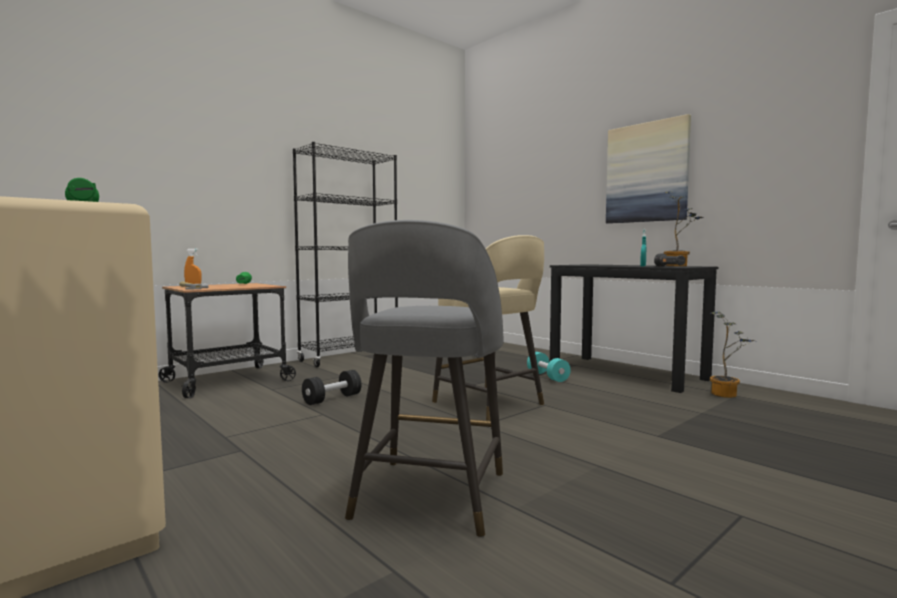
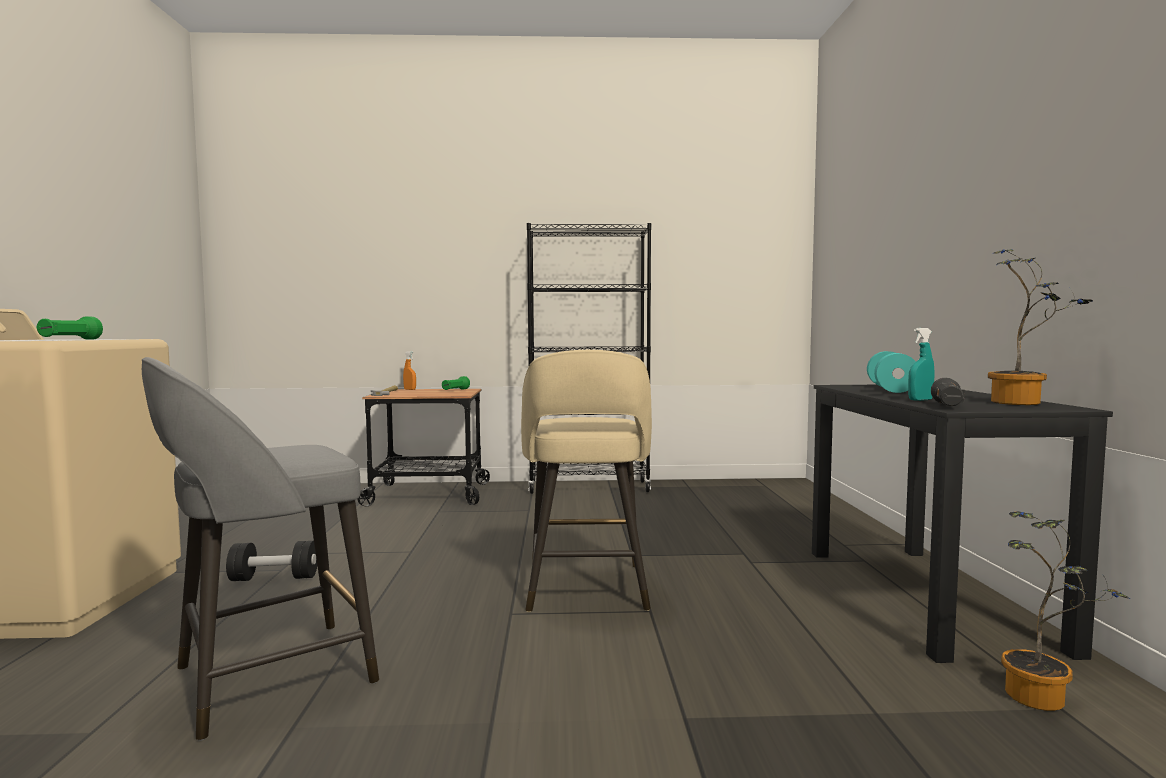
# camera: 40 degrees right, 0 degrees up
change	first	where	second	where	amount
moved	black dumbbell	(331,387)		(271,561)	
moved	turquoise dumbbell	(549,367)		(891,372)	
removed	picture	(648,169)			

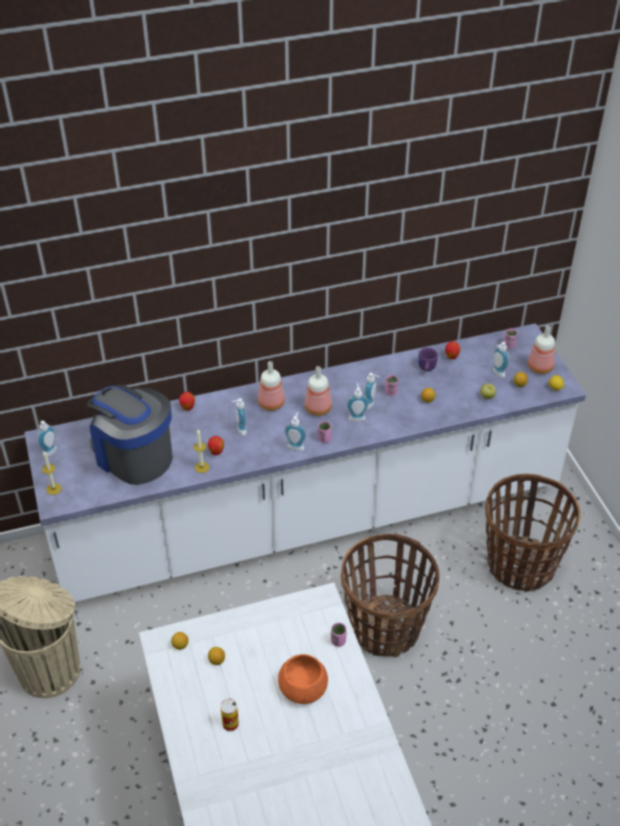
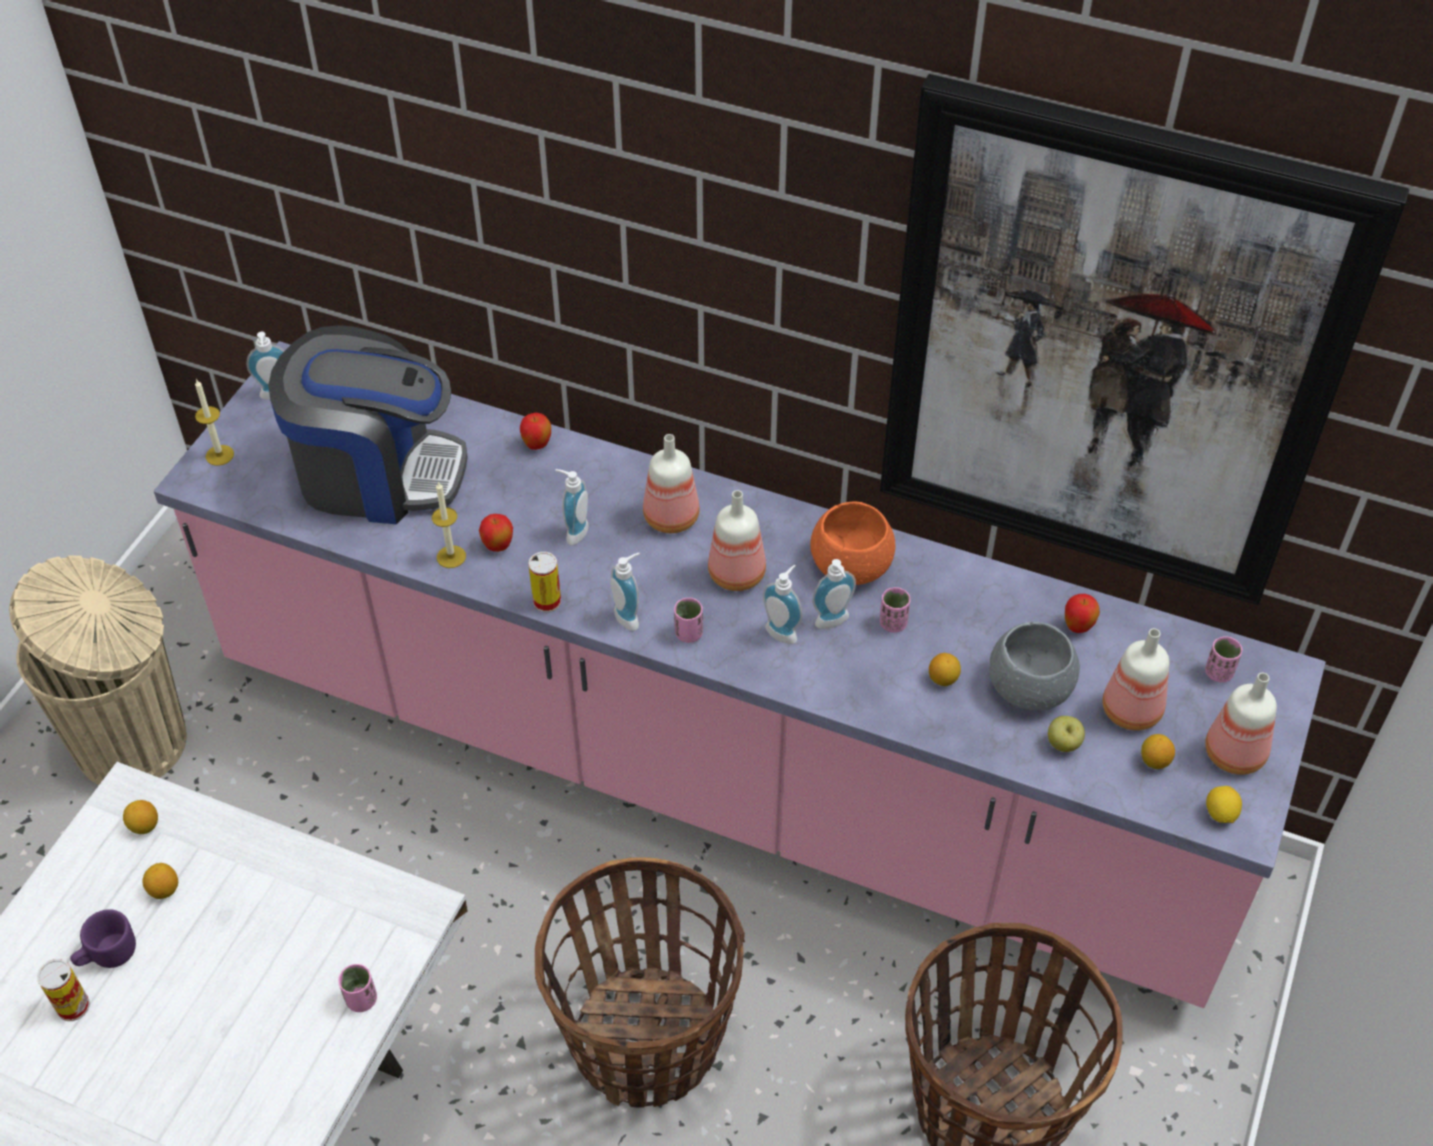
# camera: 40 degrees right, 5 degrees up
change	first	where	second	where	amount
moved	purple mug	(428,359)		(103,938)	
recoloured	white counter	(305,462)	pink counter	(740,674)	
turned	coffee machine	(130,435)		(367,424)	105 degrees clockwise
added			can	(544,582)	
moved	orange bowl	(303,679)		(852,543)	
added			picture	(1144,339)	
added			grey bowl	(1034,666)	
replaced	soap dispenser	(500,360)	bottle	(1135,679)	

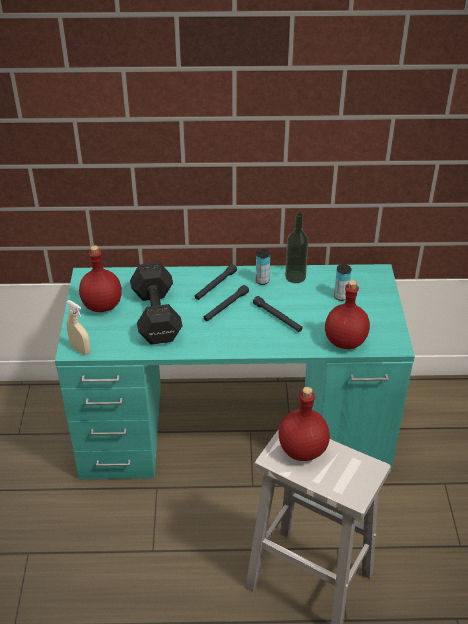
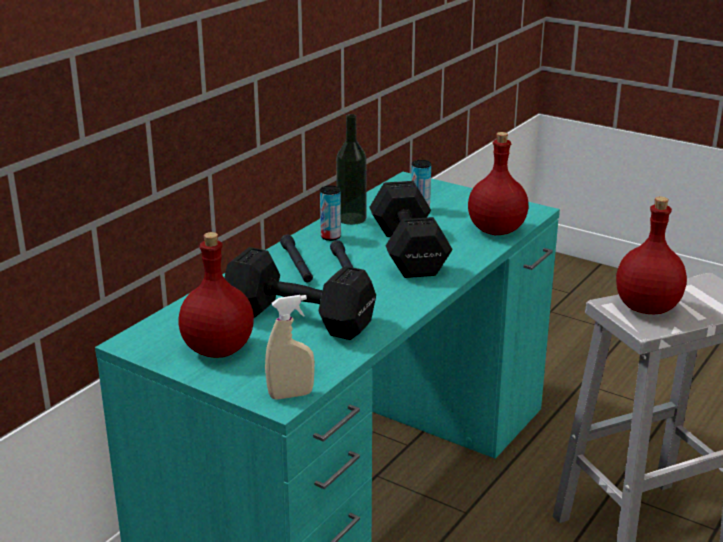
# camera: 55 degrees left, 15 degrees down
change	first	where	second	where	amount
replaced	black flashlight	(277,314)	black dumbbell	(410,229)	

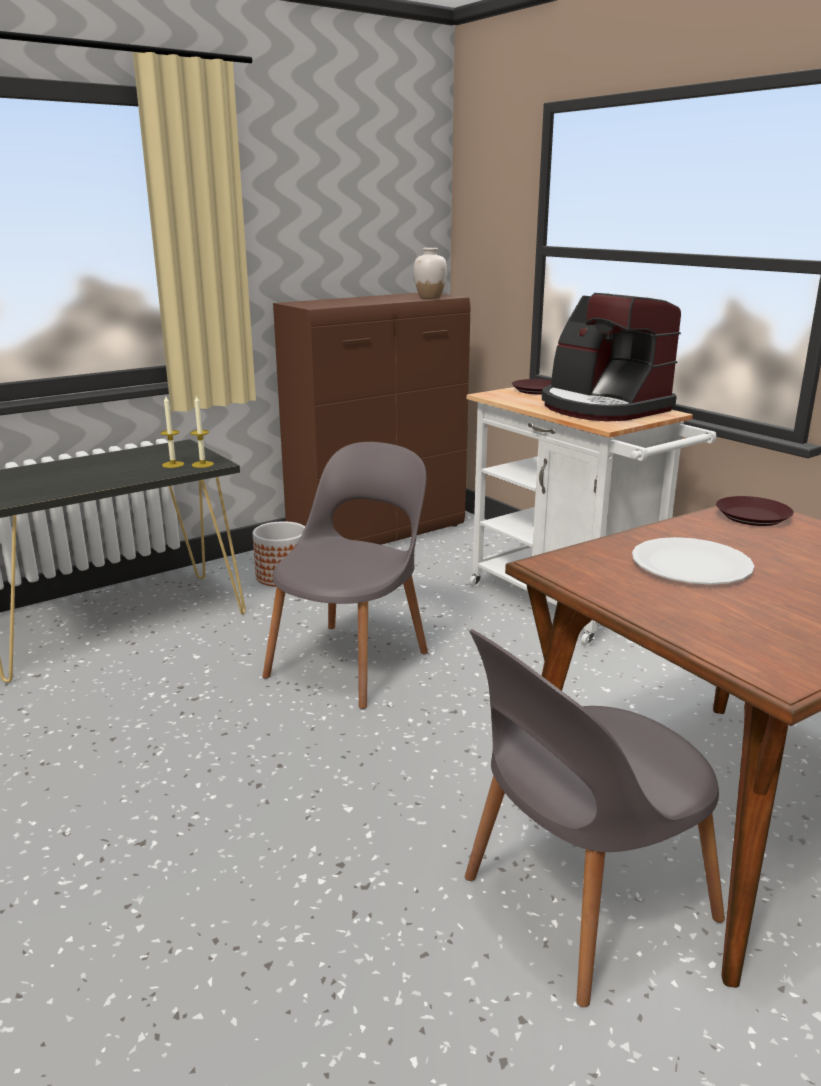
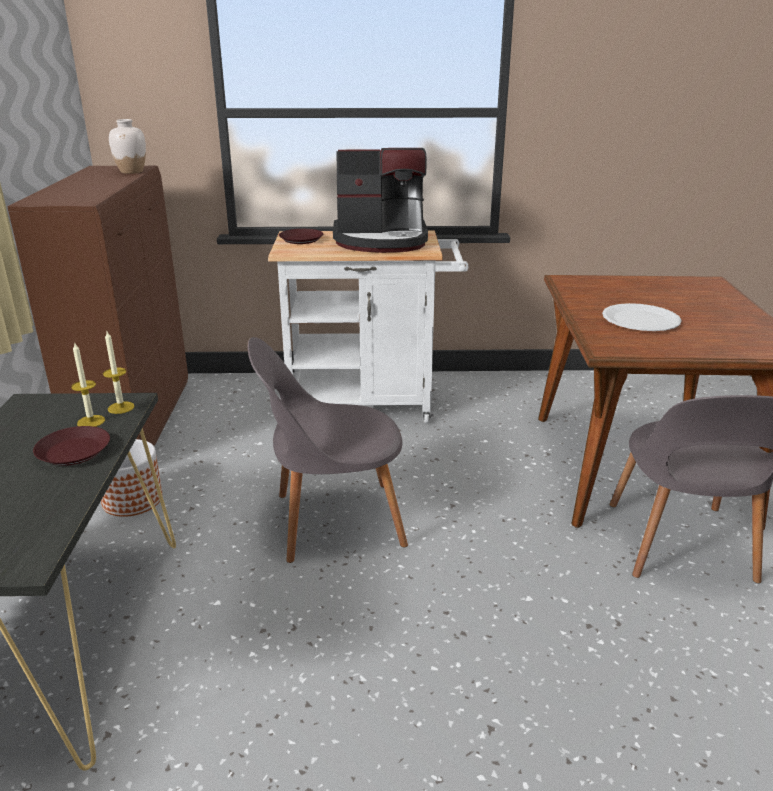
# camera: 55 degrees left, 5 degrees up
change	first	where	second	where	amount
moved	brown plate	(755,511)		(71,446)	
turned	grey chair	(345,575)		(328,450)	75 degrees counterclockwise

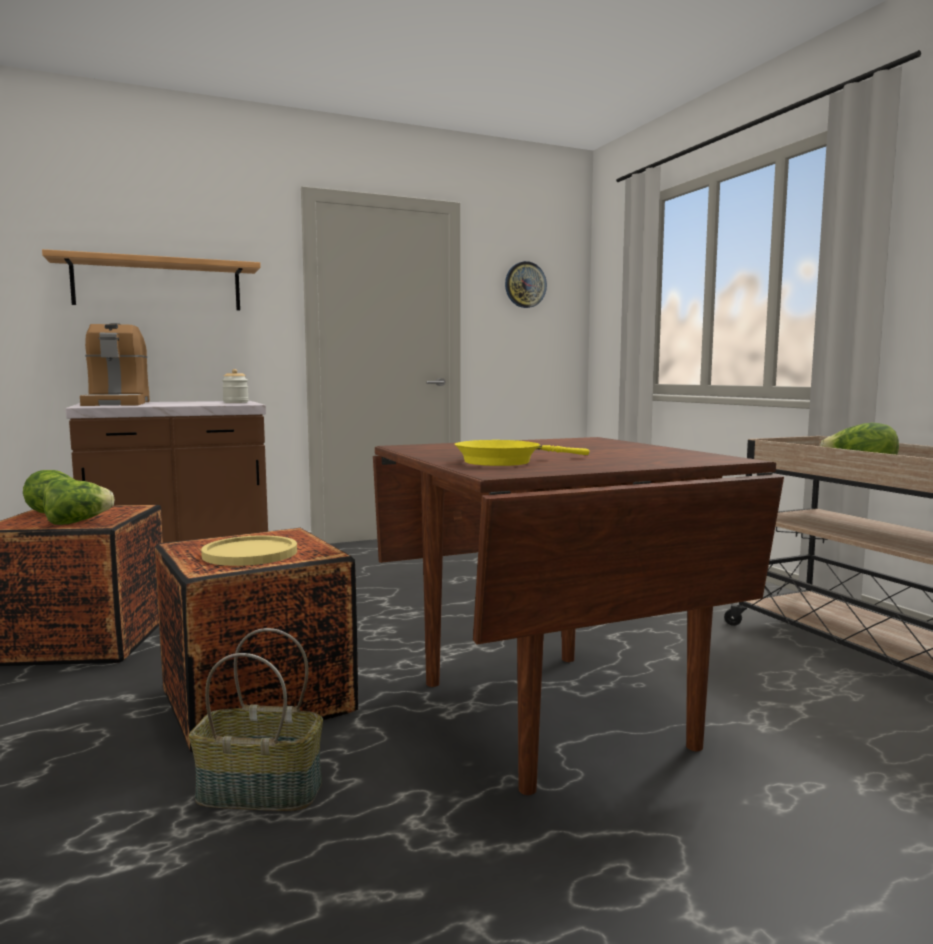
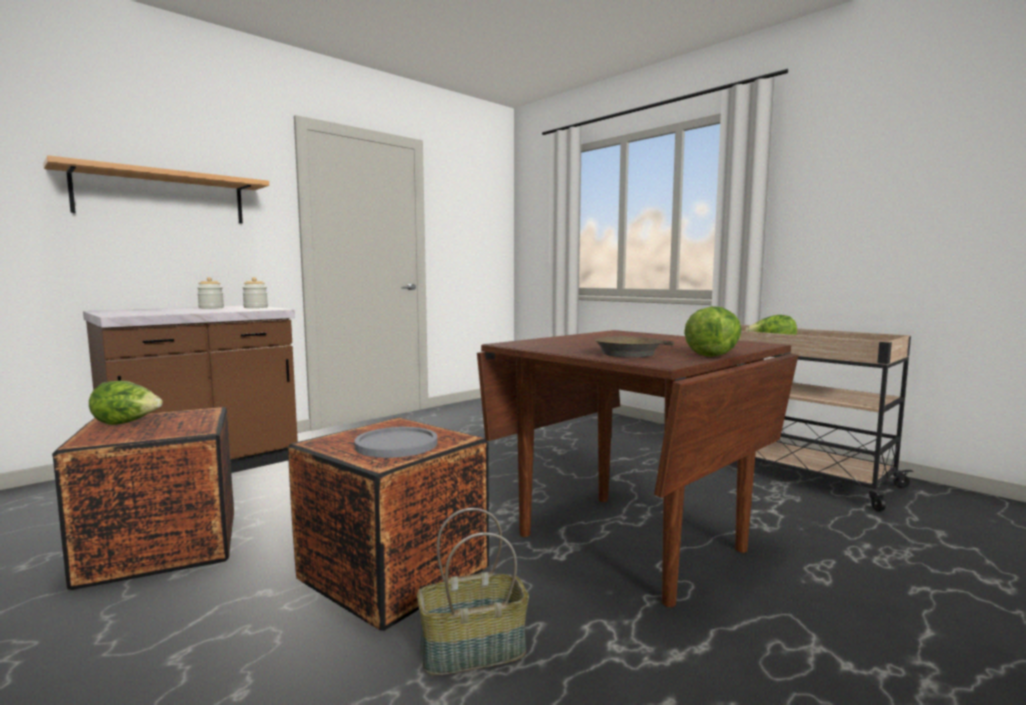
# camera: 20 degrees left, 0 degrees up
change	first	where	second	where	amount
added			jar	(210,293)	
recoloured	yellow plate	(249,550)	grey plate	(396,442)	
recoloured	yellow frying pan	(521,453)	brown frying pan	(634,347)	
moved	lettuce	(78,502)		(713,331)	
removed	coffee machine	(115,364)			
removed	wall clock	(526,284)			

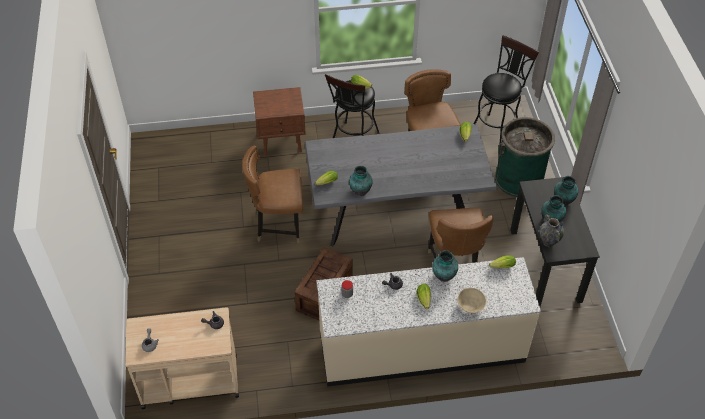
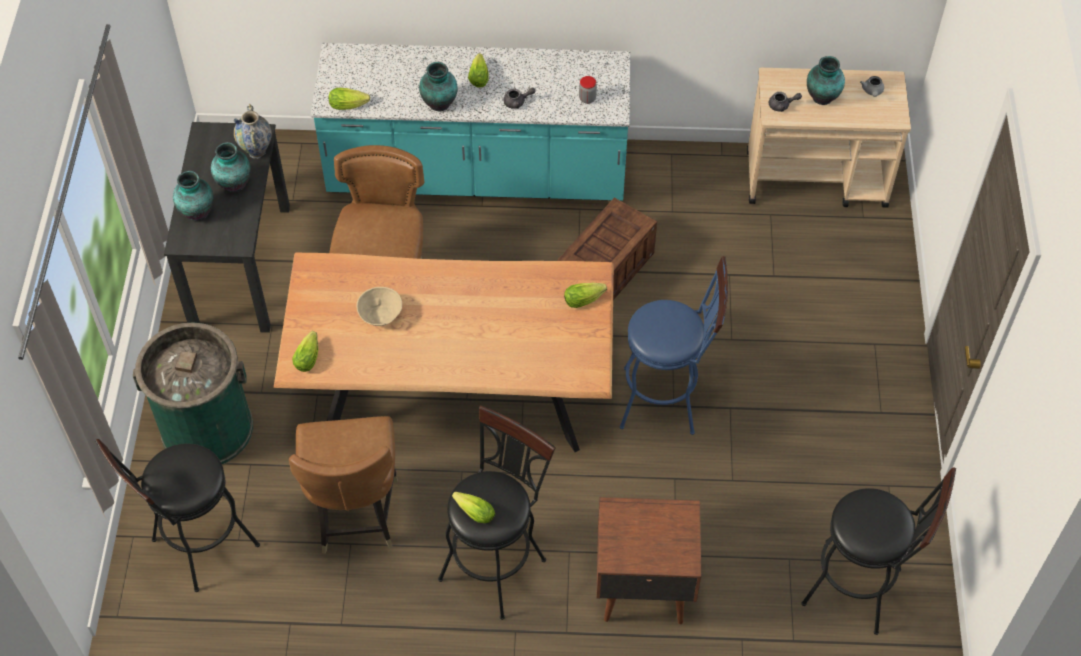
# camera: 170 degrees left, 5 degrees up
change	first	where	second	where	amount
recoloured	grey dining table	(401,185)	brown dining table	(444,352)	
recoloured	beige counter	(428,322)	turquoise counter	(470,122)	
moved	beige bowl	(472,300)		(379,306)	
replaced	brown chair	(272,194)	blue stool	(674,345)	
added			black stool	(878,551)	
moved	vase	(361,181)		(826,80)	

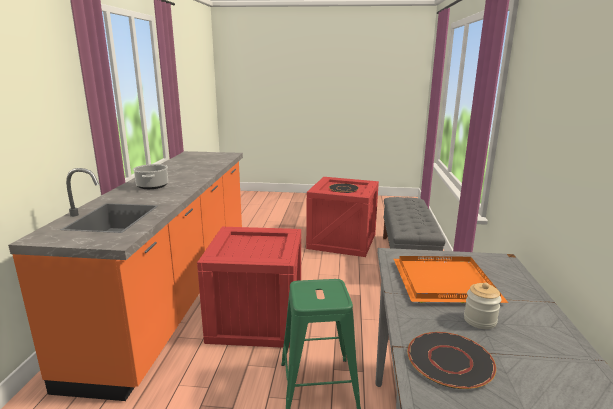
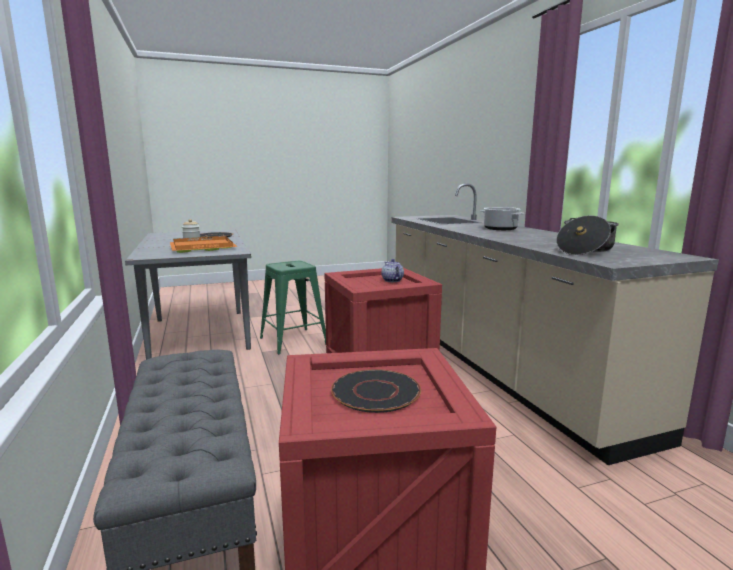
# camera: 155 degrees right, 5 degrees down
change	first	where	second	where	amount
added			teapot	(392,270)	
recoloured	orange counter	(125,276)	beige counter	(555,324)	
added			cooking pot	(587,235)	

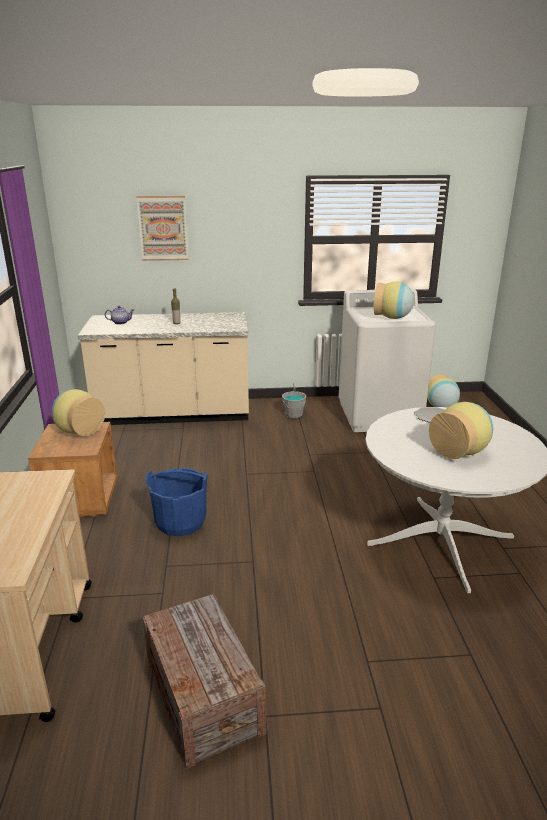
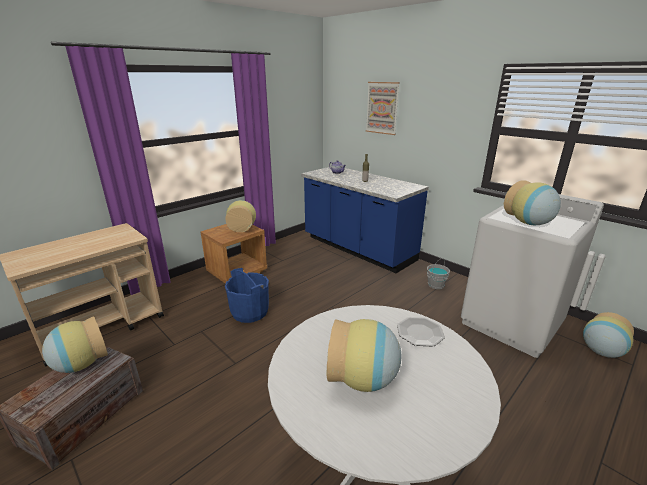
# camera: 50 degrees right, 0 degrees up
change	first	where	second	where	amount
added			vase	(75,344)	
recoloured	beige counter	(163,368)	blue counter	(365,220)	

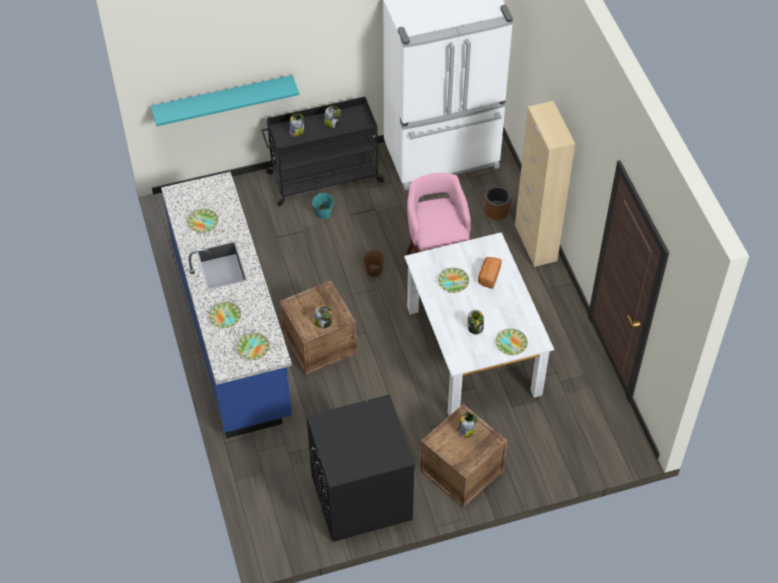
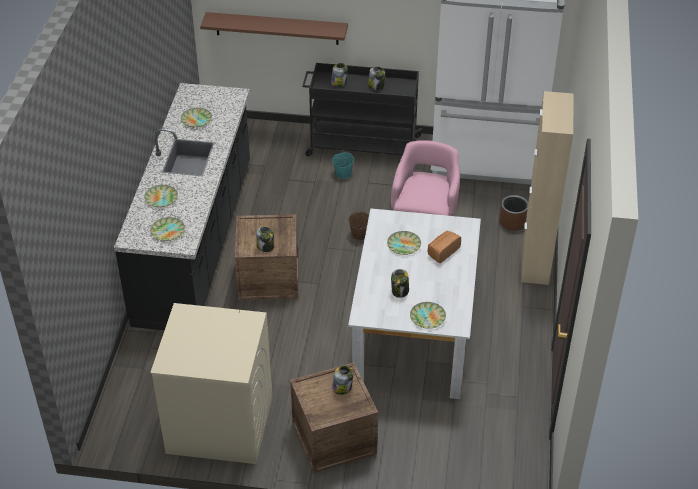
# camera: 25 degrees right, 10 degrees down
change	first	where	second	where	amount
recoloured	blue counter	(226,305)	black counter	(182,206)	
recoloured	black washing machine	(360,468)	beige washing machine	(211,383)	
recoloured	turquoise shelf	(225,100)	brown shelf	(274,28)	

